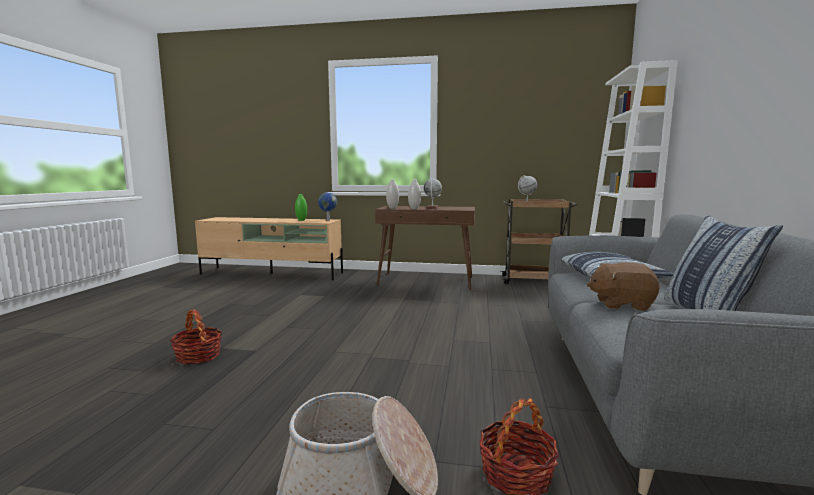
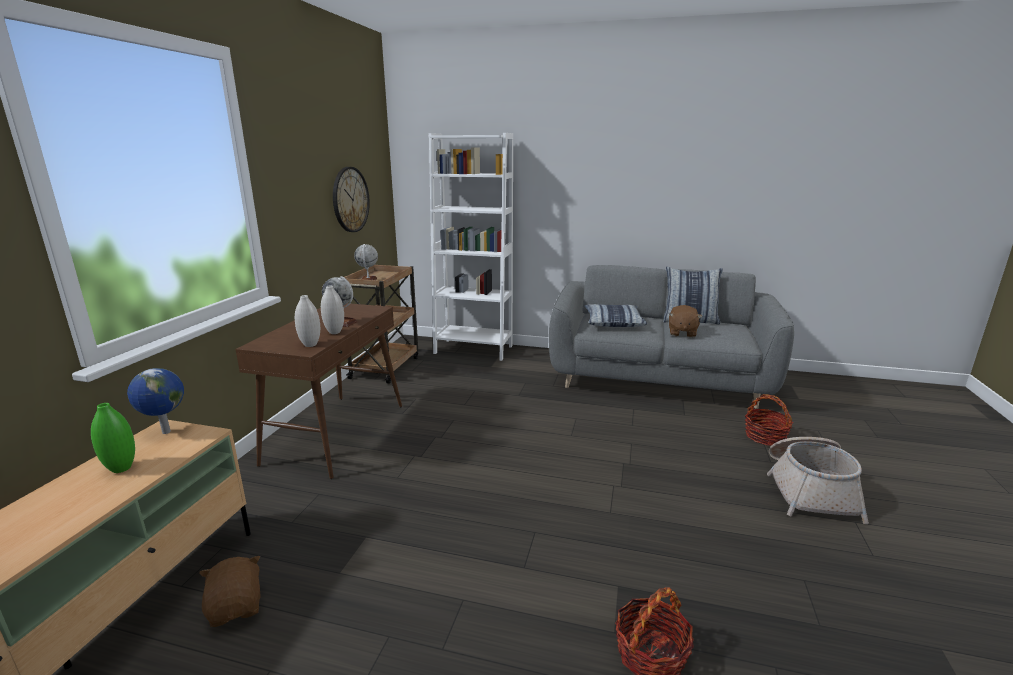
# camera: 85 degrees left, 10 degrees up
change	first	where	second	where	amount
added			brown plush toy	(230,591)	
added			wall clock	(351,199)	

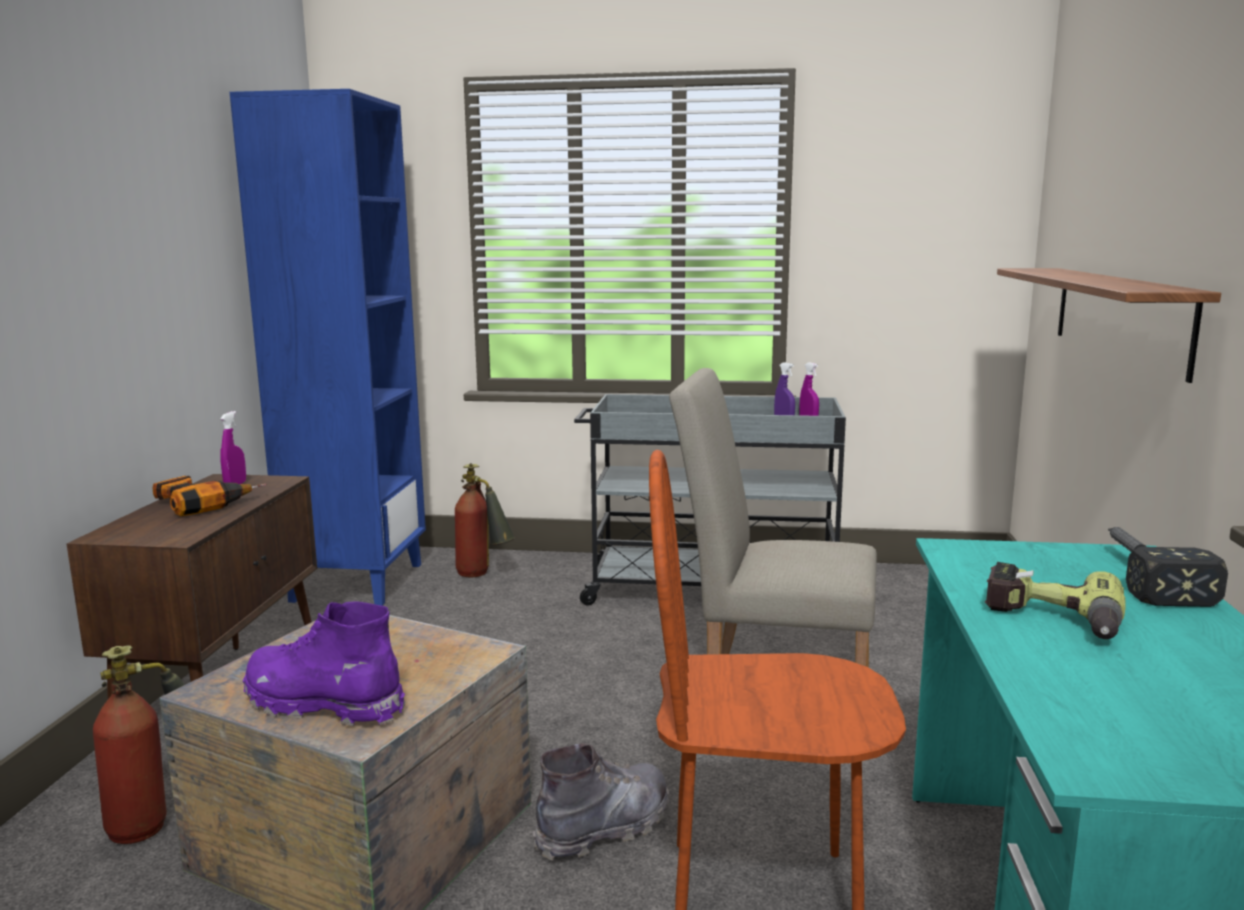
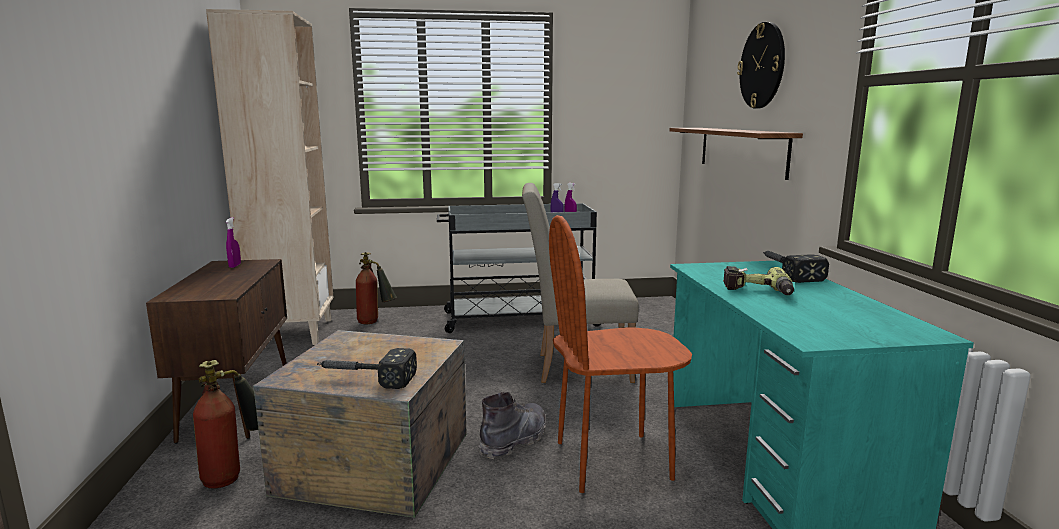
# camera: 15 degrees left, 0 degrees up
change	first	where	second	where	amount
recoloured	blue bookcase	(328,347)	beige bookcase	(269,177)	
replaced	purple boot	(323,663)	hammer	(367,368)	
added			wall clock	(761,65)	
removed	power drill	(209,496)			

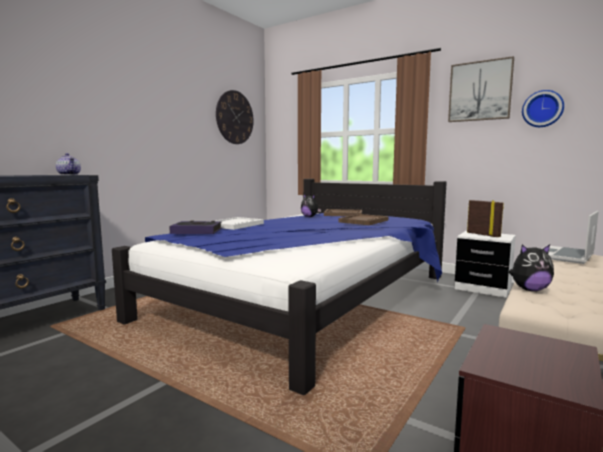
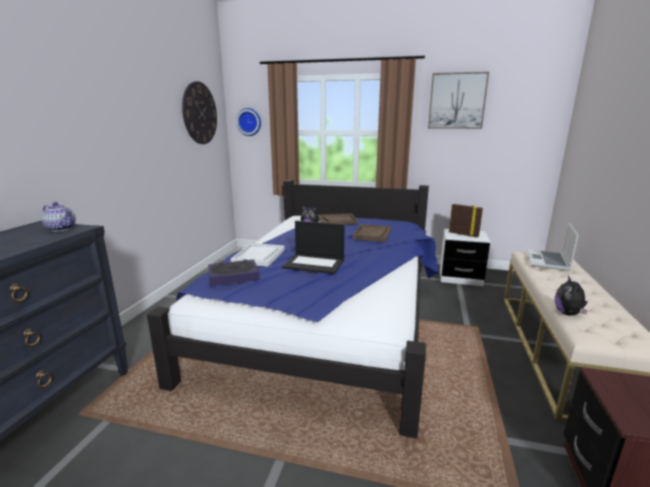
# camera: 20 degrees left, 10 degrees up
change	first	where	second	where	amount
moved	wall clock	(543,108)		(248,122)	
added			laptop	(313,247)	
turned	plush toy	(531,267)		(571,295)	120 degrees clockwise

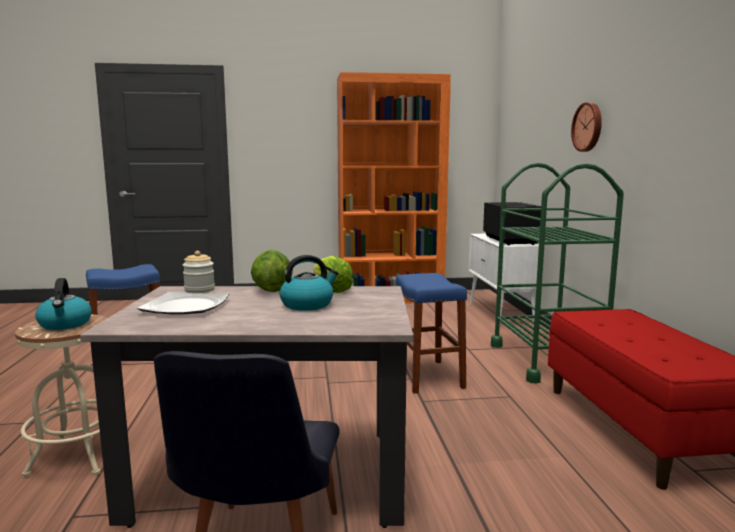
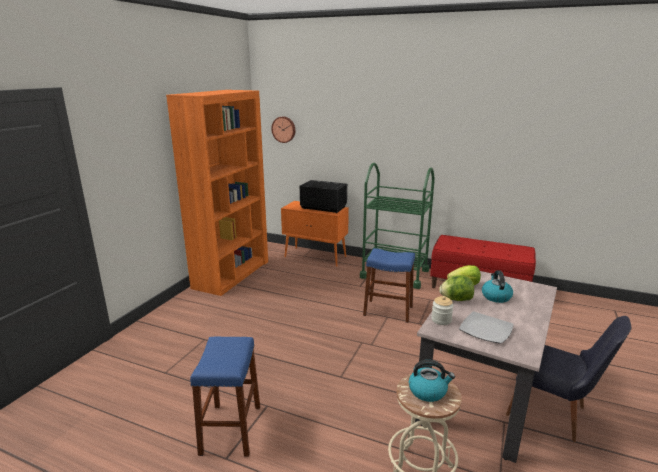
# camera: 60 degrees left, 10 degrees up
change	first	where	second	where	amount
moved	wall clock	(586,127)		(283,130)	
recoloured	white cabinet	(504,281)	orange cabinet	(315,234)	

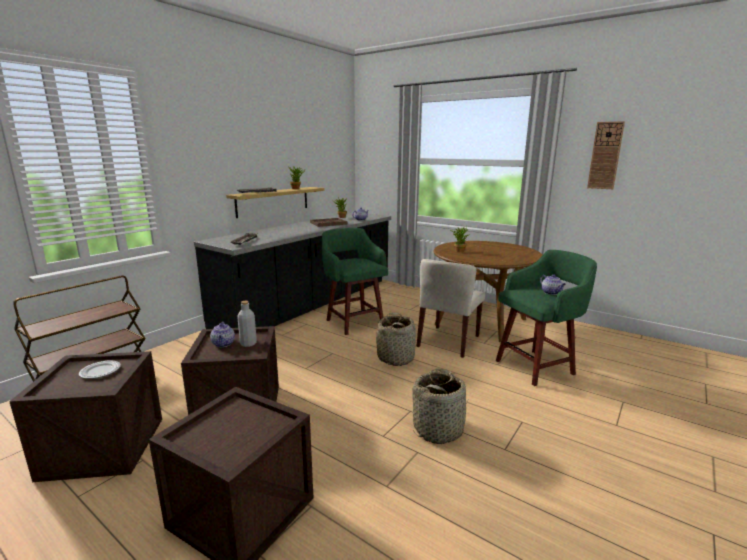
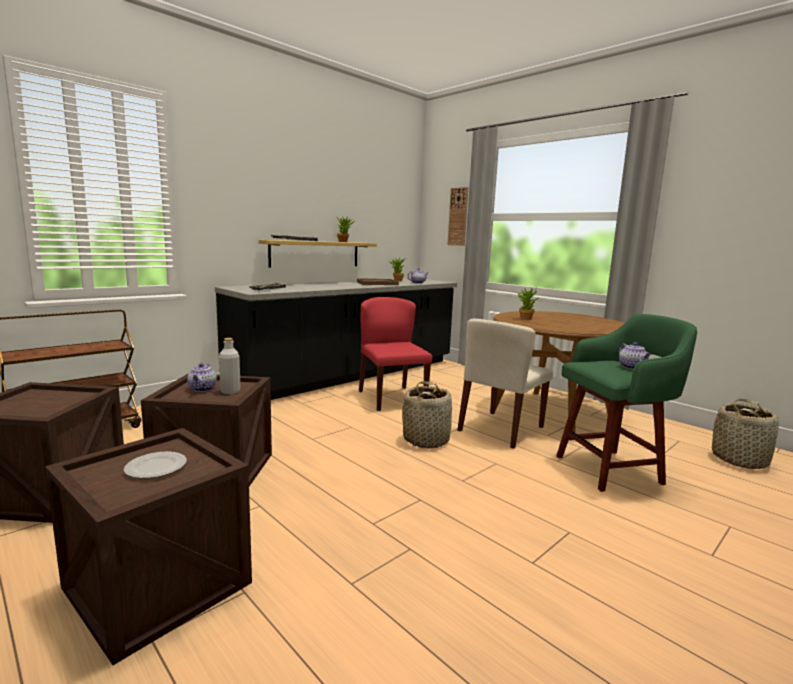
# camera: 10 degrees right, 5 degrees down
change	first	where	second	where	amount
moved	plate	(100,370)		(155,465)	
replaced	green stool	(355,281)	red chair	(395,354)	
moved	wall clock	(606,155)		(457,216)	
moved	basket	(440,406)		(745,433)	

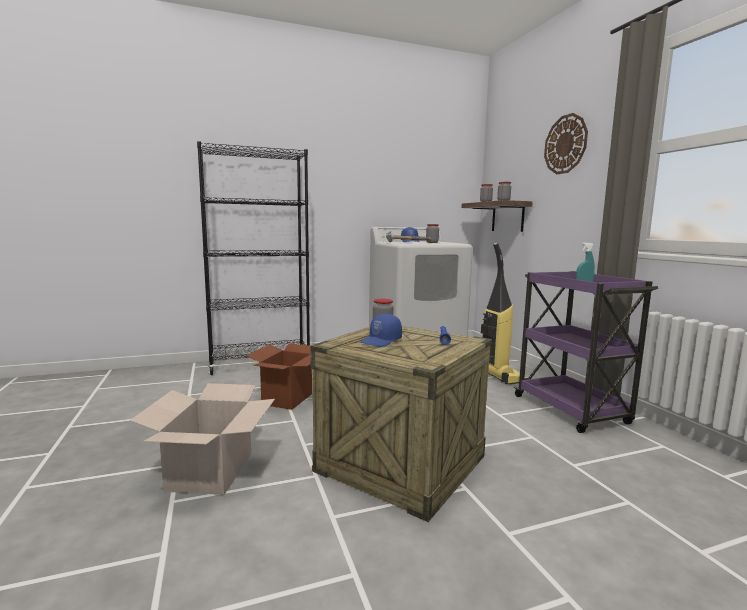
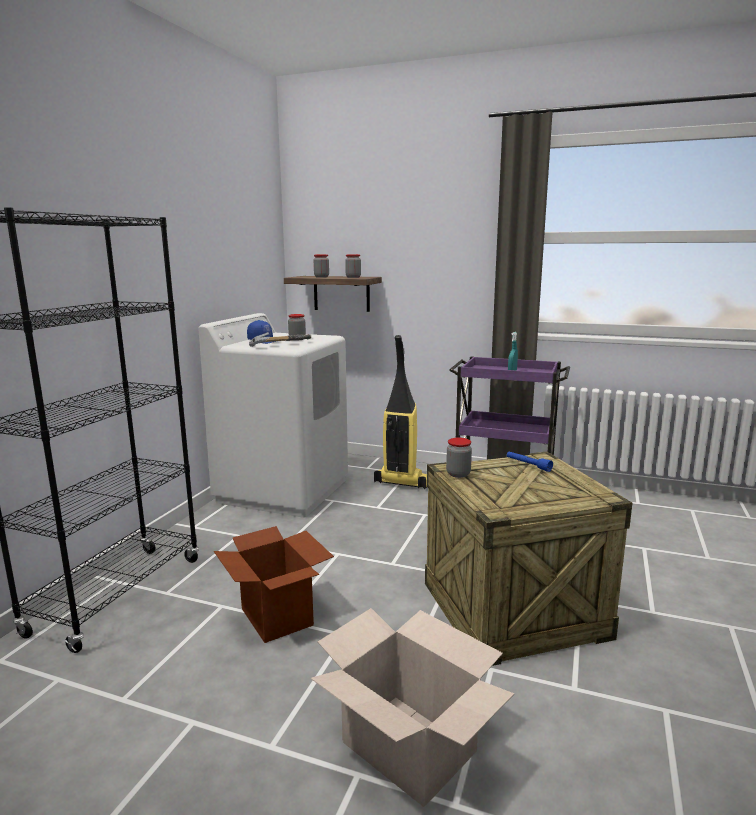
# camera: 50 degrees left, 5 degrees up
change	first	where	second	where	amount
removed	blue cap	(381,330)			
removed	wall clock	(566,143)			

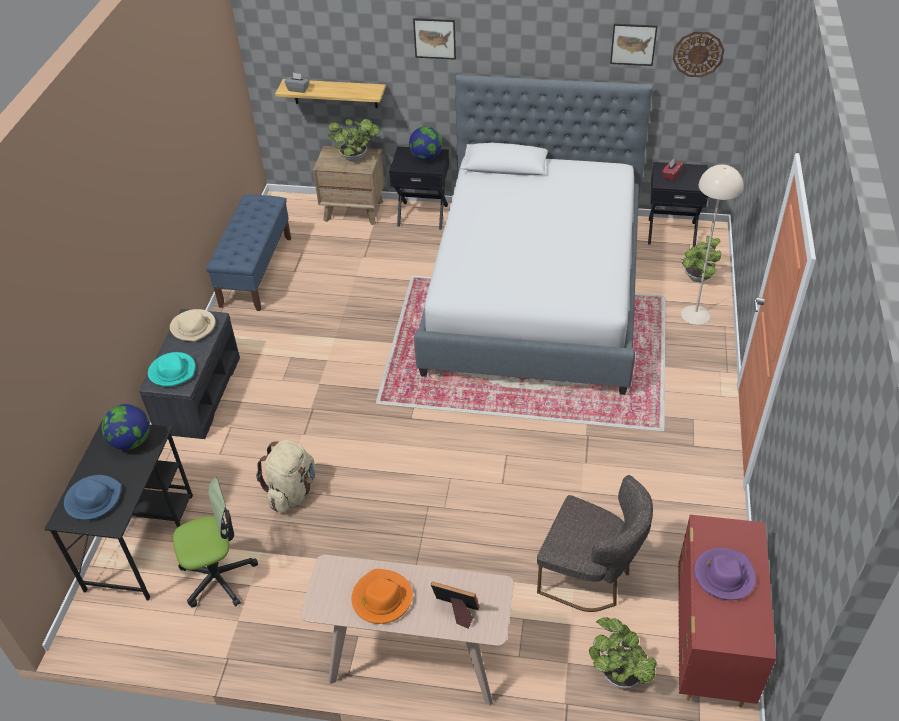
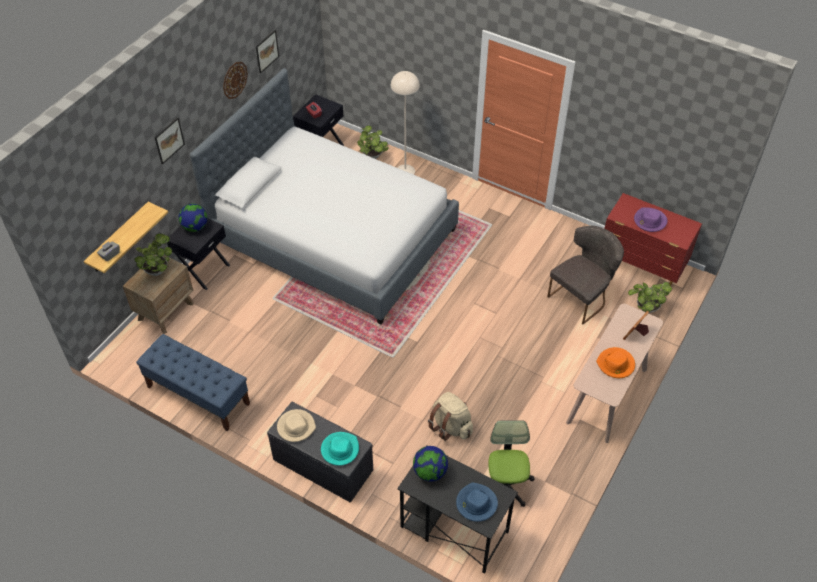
# camera: 70 degrees left, 5 degrees up
change	first	where	second	where	amount
moved	wall clock	(698,54)		(235,80)	

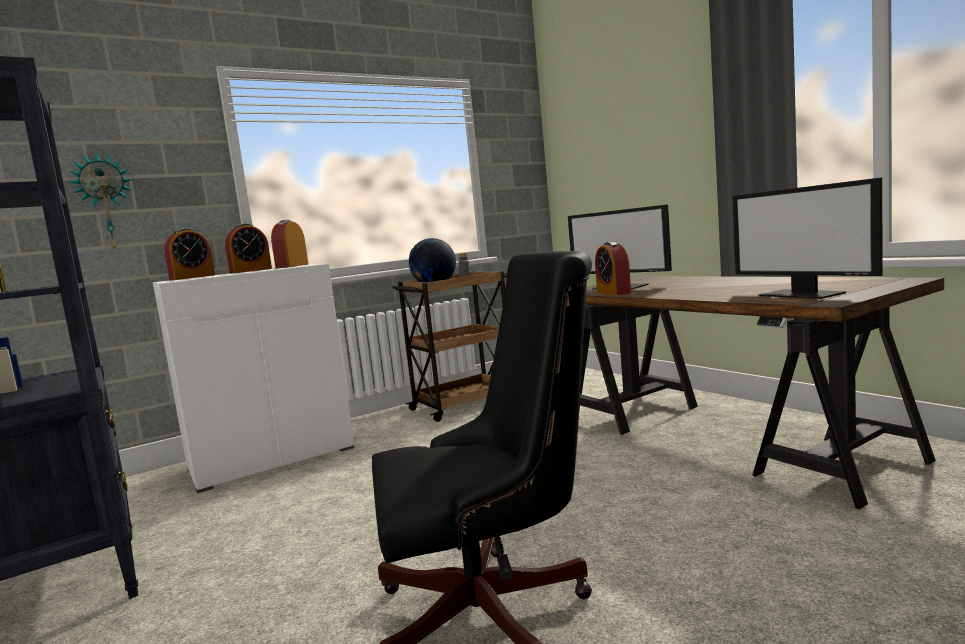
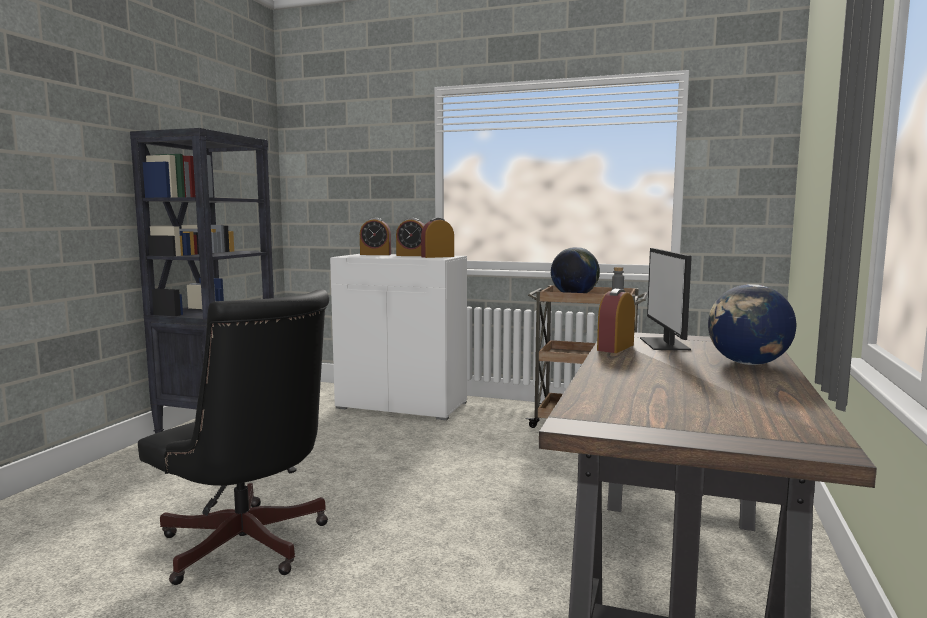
# camera: 50 degrees right, 0 degrees up
change	first	where	second	where	amount
added			globe	(752,324)	
removed	wall clock	(100,201)			
removed	monitor	(807,238)			

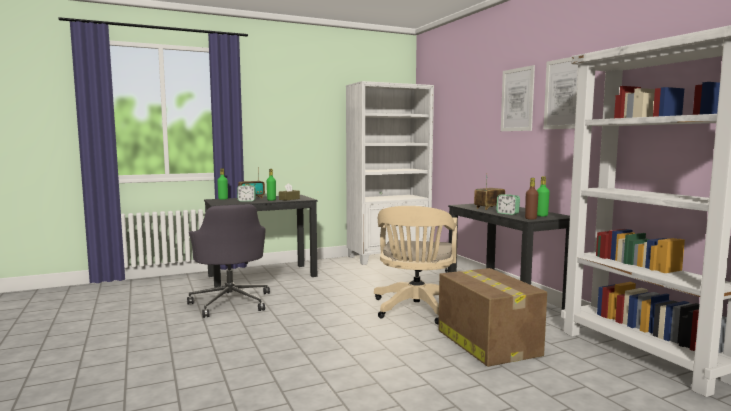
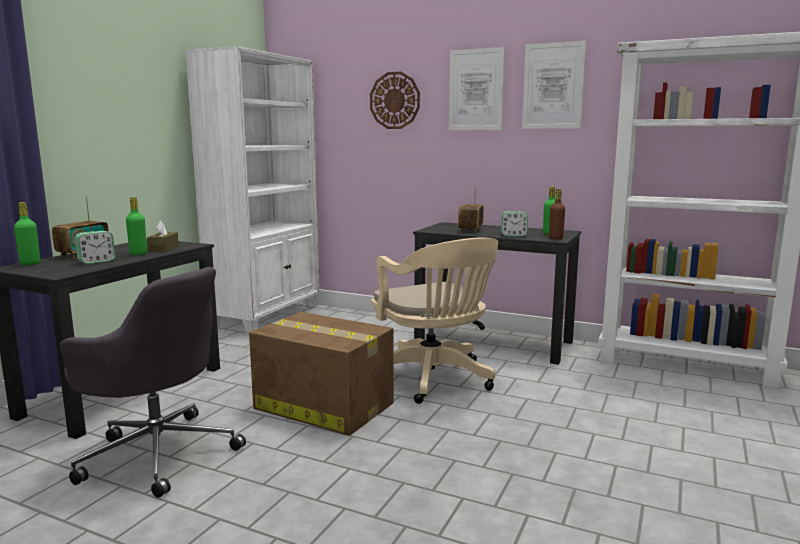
# camera: 40 degrees left, 5 degrees up
change	first	where	second	where	amount
moved	cardboard box	(492,317)		(321,374)	
added			wall clock	(395,100)	

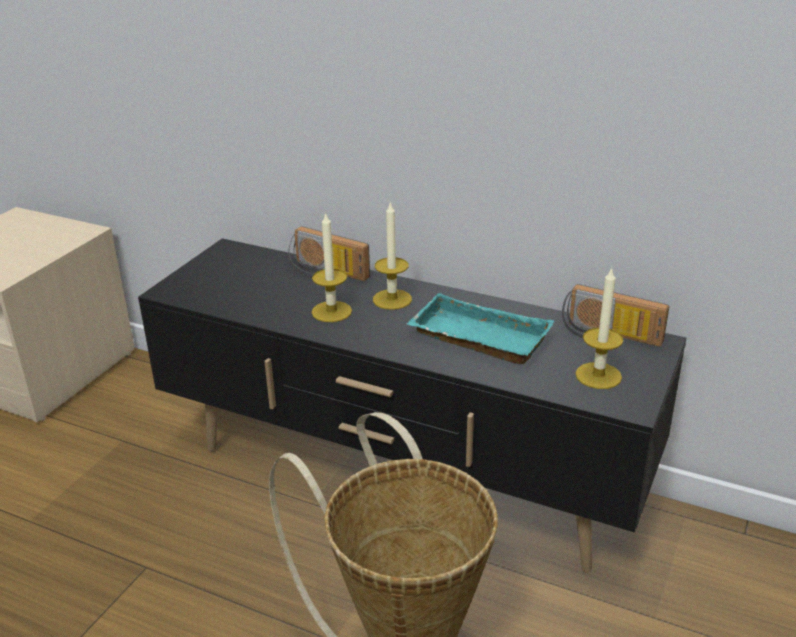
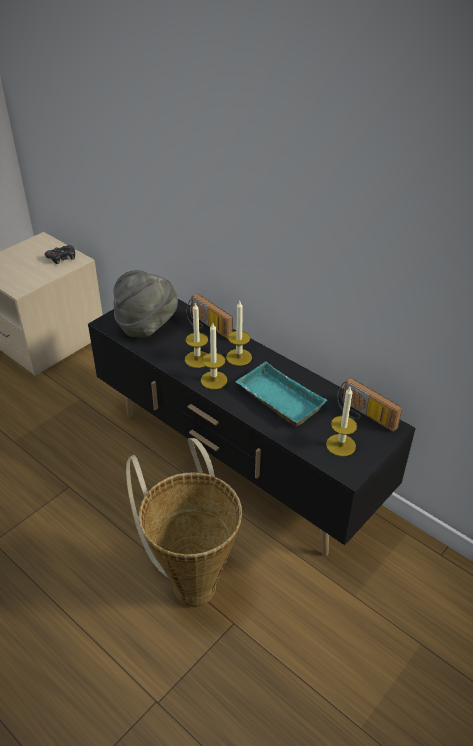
# camera: 15 degrees right, 10 degrees up
change	first	where	second	where	amount
added			black game controller	(60,254)	
added			grey hat	(145,303)	
added			candle	(214,356)	

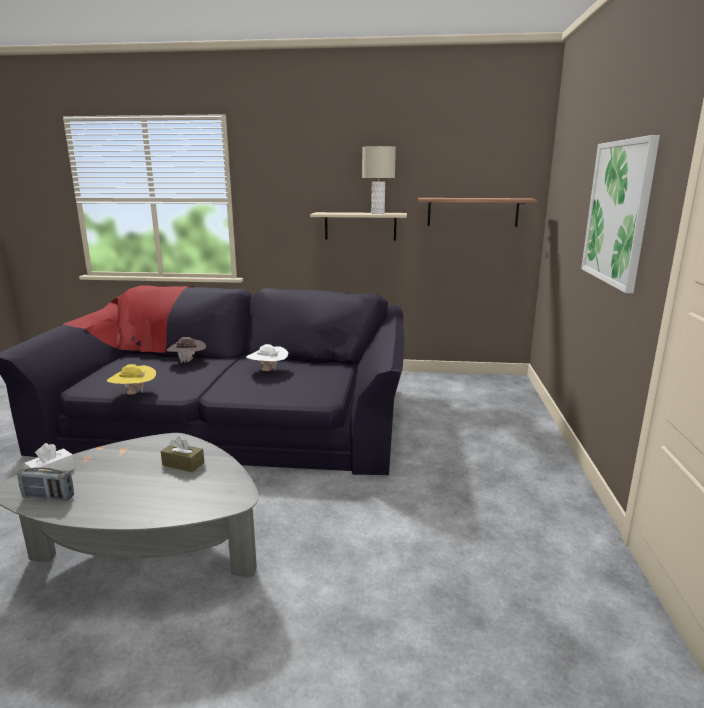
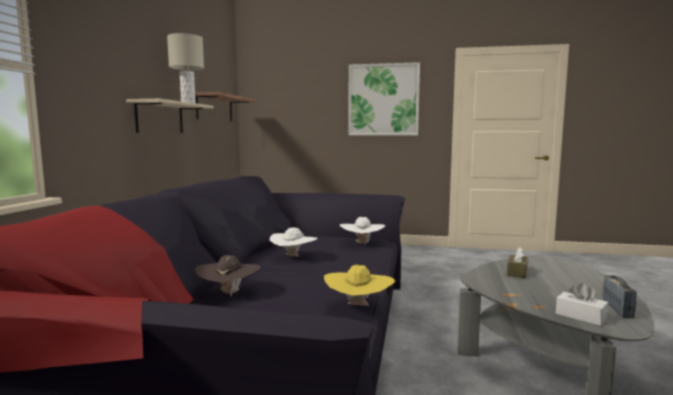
# camera: 85 degrees left, 10 degrees down
change	first	where	second	where	amount
added			white hat	(363,231)	

